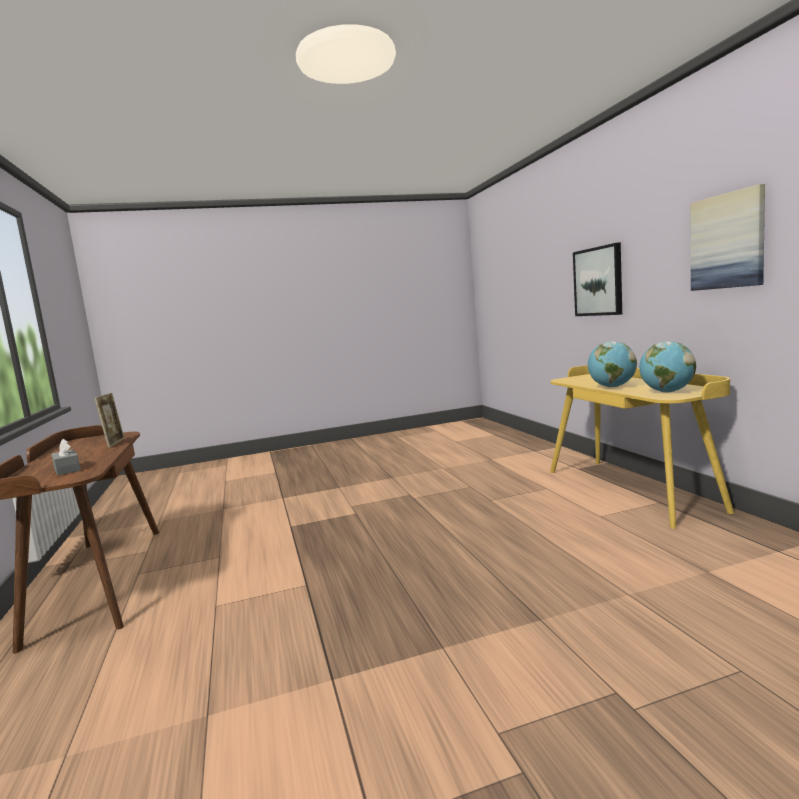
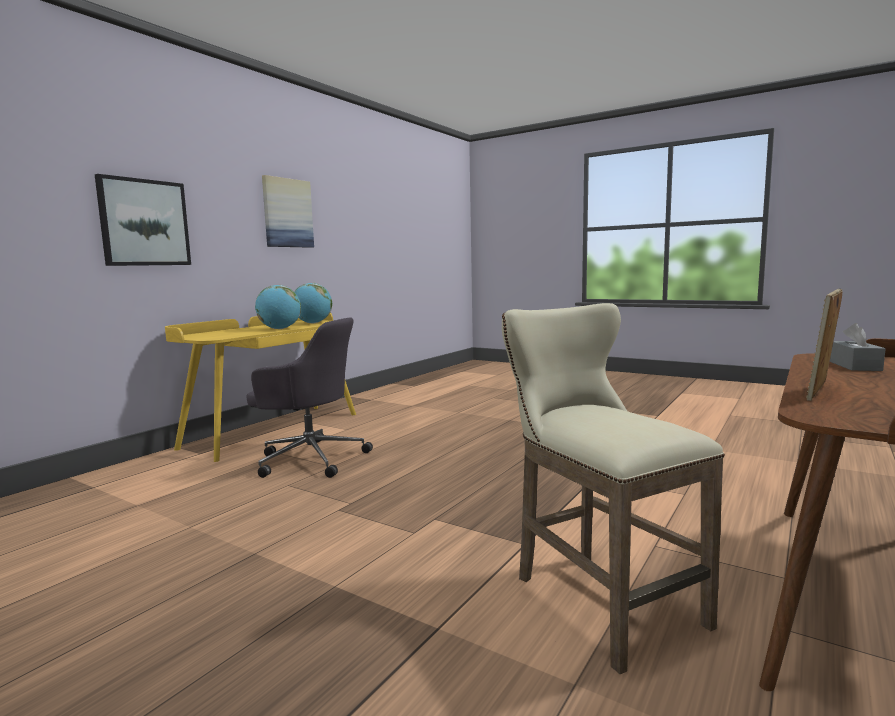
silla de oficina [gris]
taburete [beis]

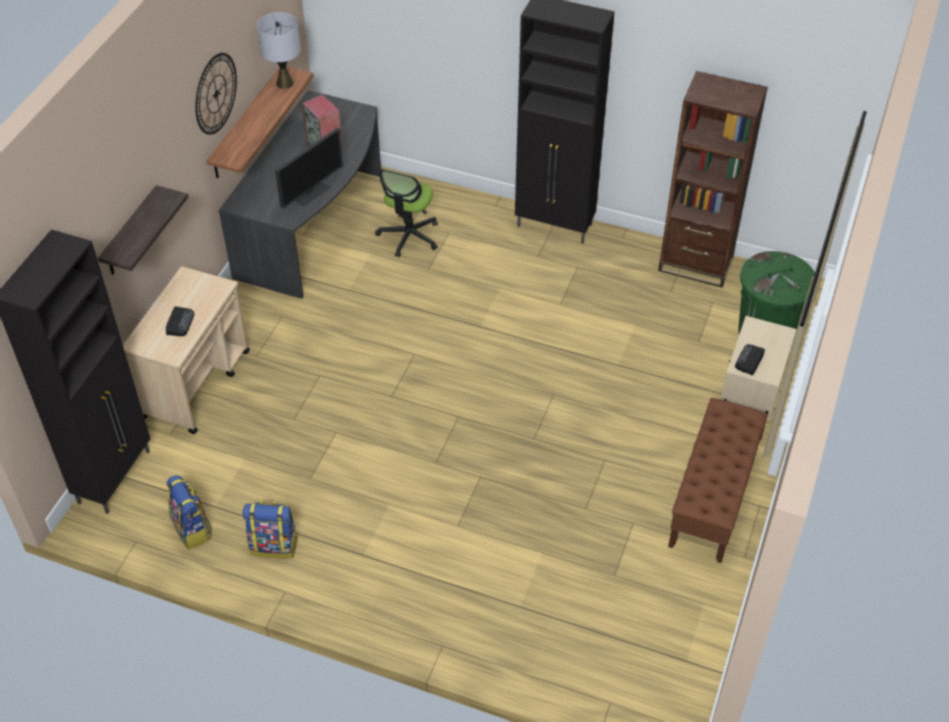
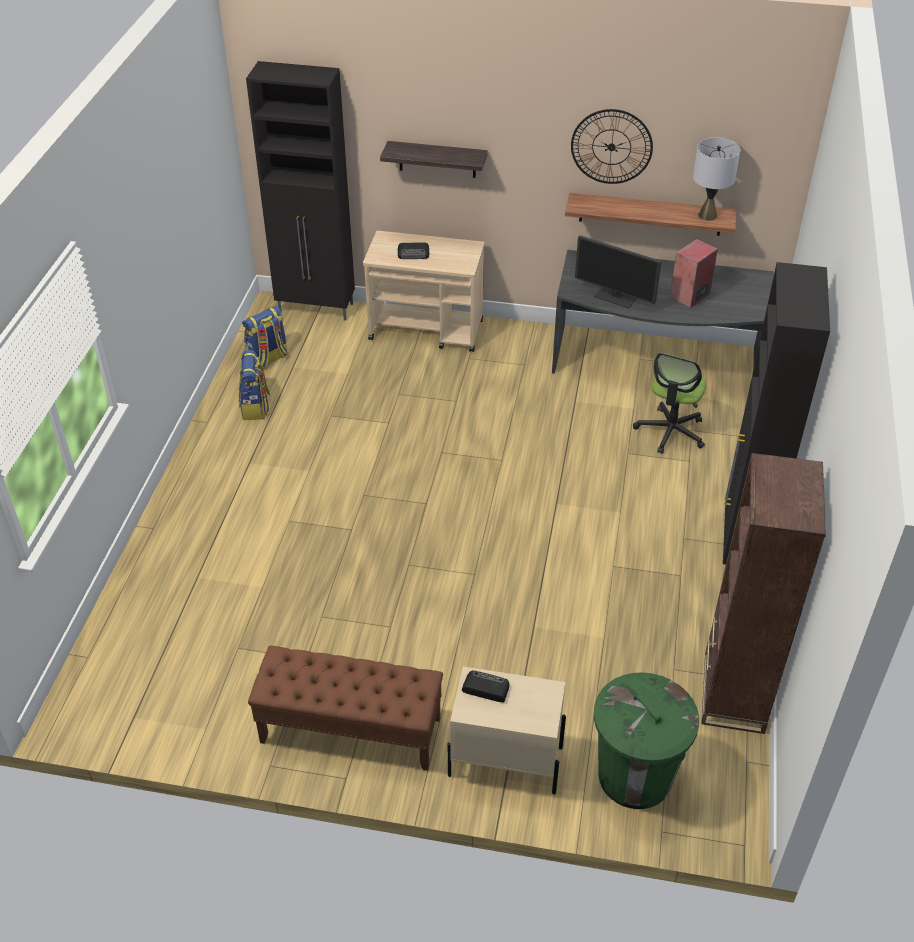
silla de oficina

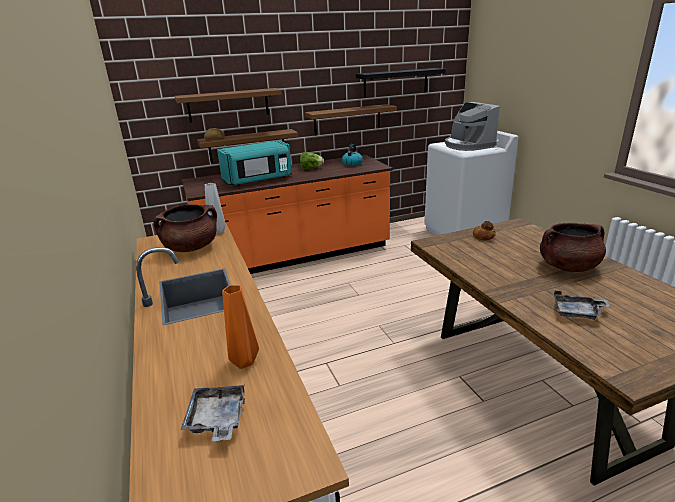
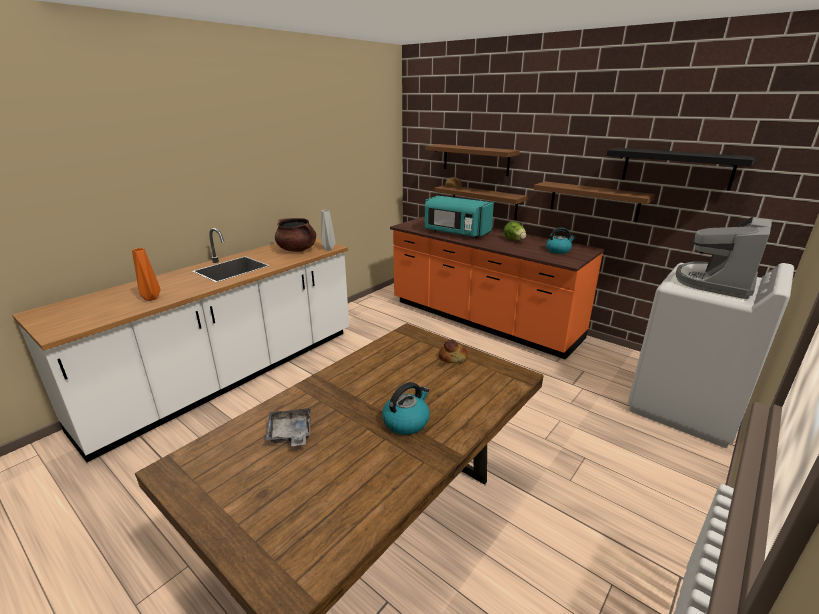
bandeja [gris] (no. 1 from left in the first image)
hervidor (no. 1 from left)

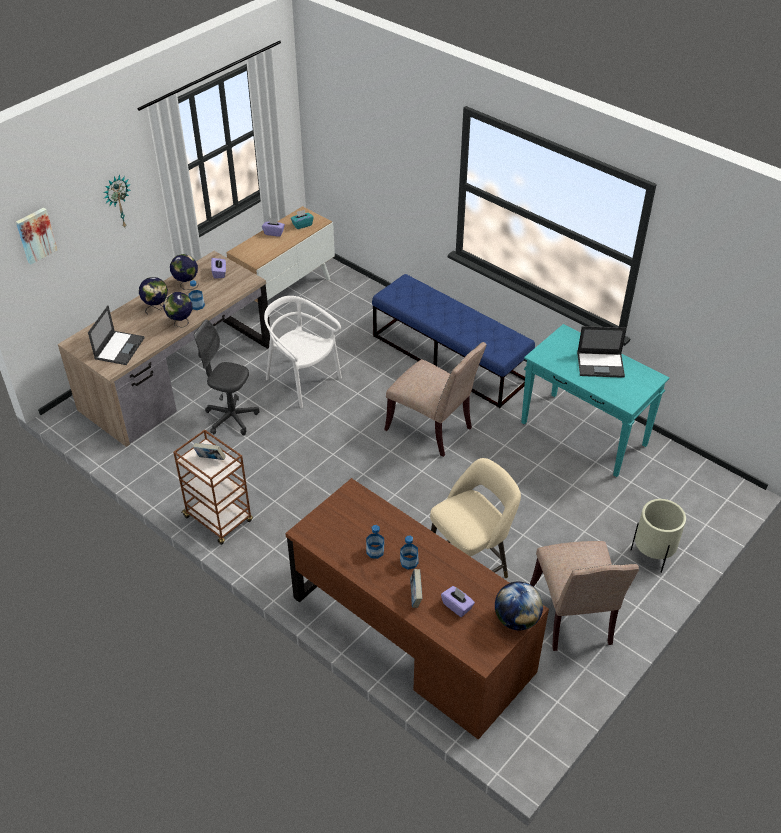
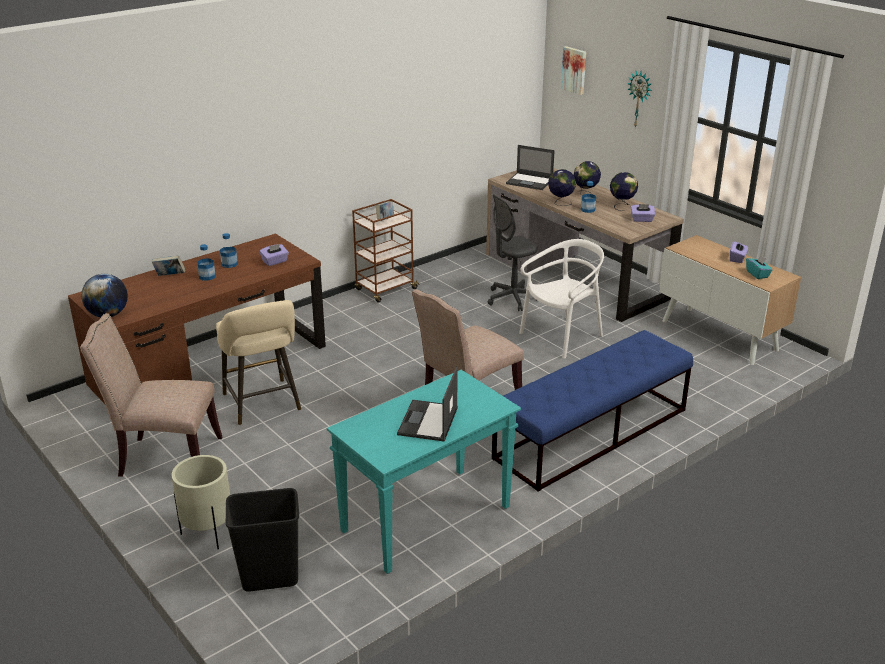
silla de oficina [gris]
caja de pañuelos [morado] (no. 1 from left)
papelera [negro]

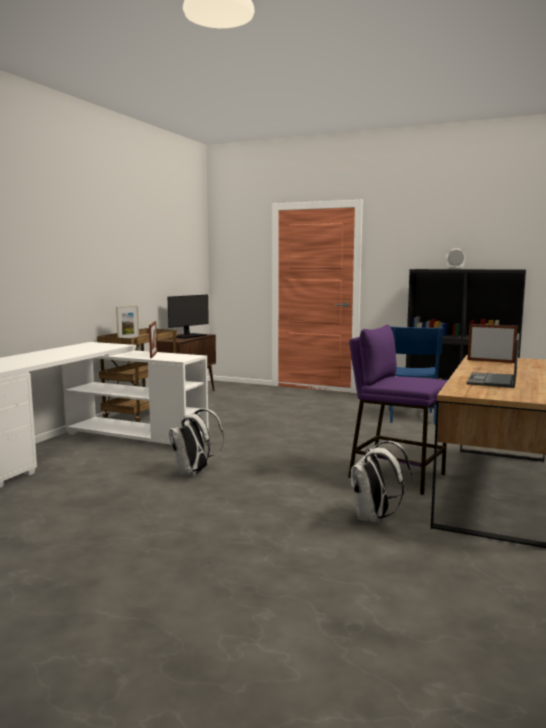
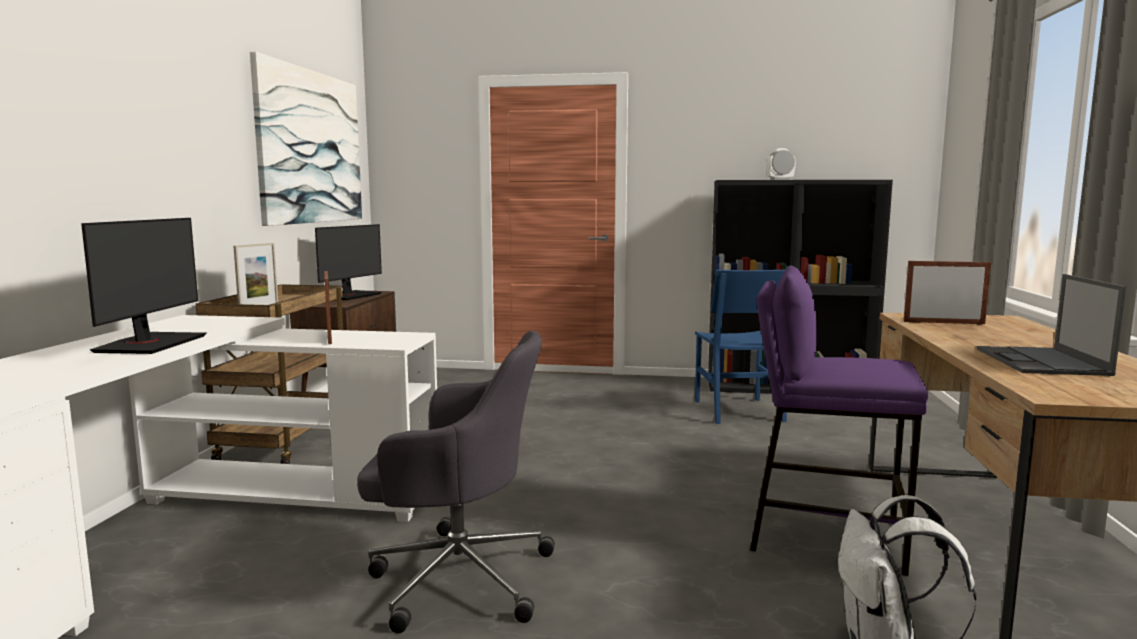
silla de oficina [gris]
monitor (no. 1 from left)
cuadro

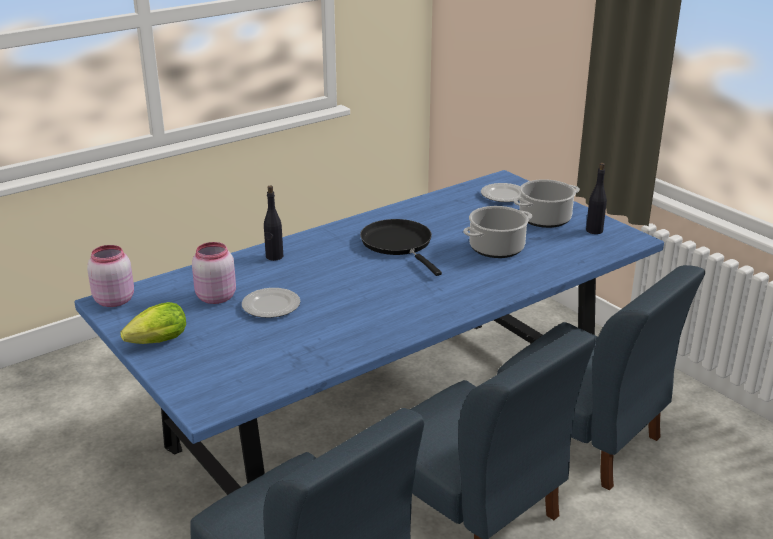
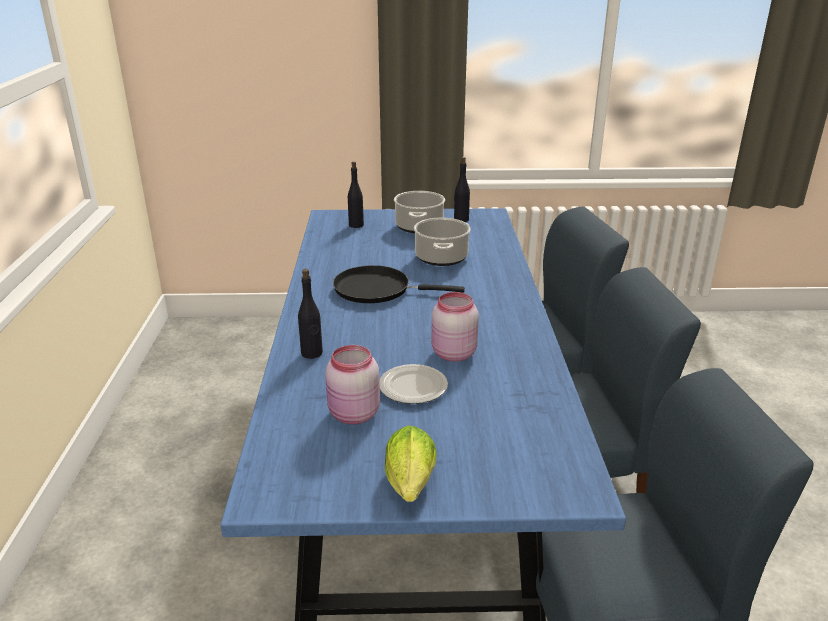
tarro [rosa] (no. 2 from left)
botella [negro] (no. 2 from left)

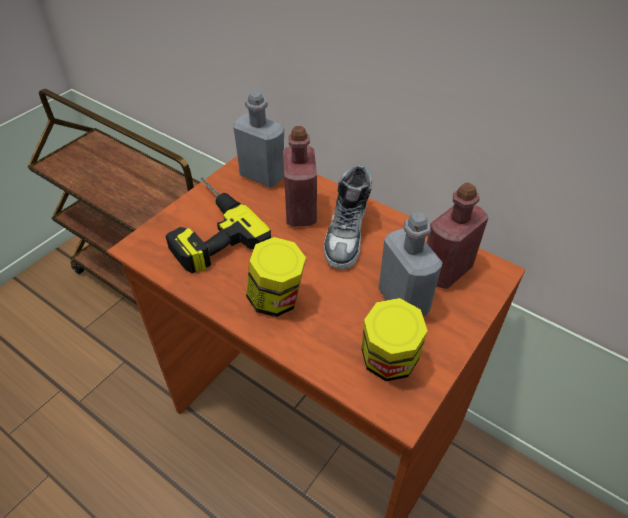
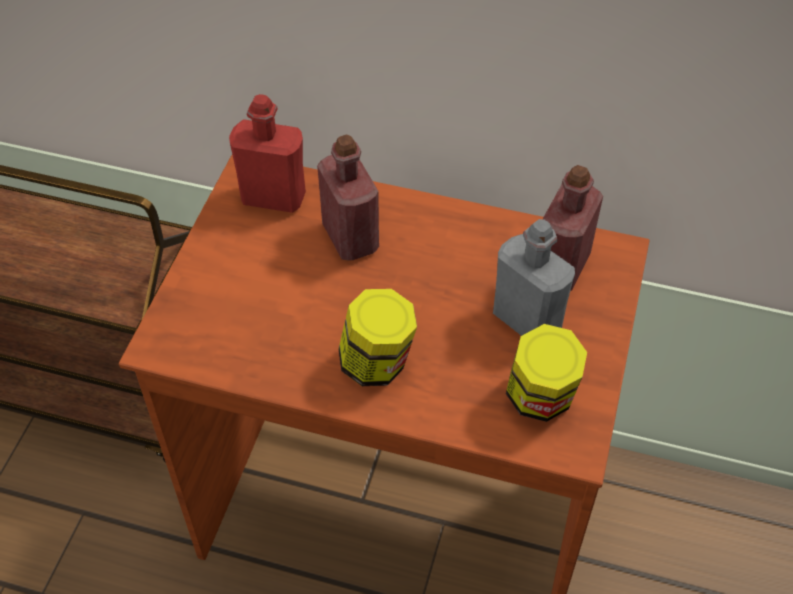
taladro
botella [rojo] (no. 1 from left)
zapato

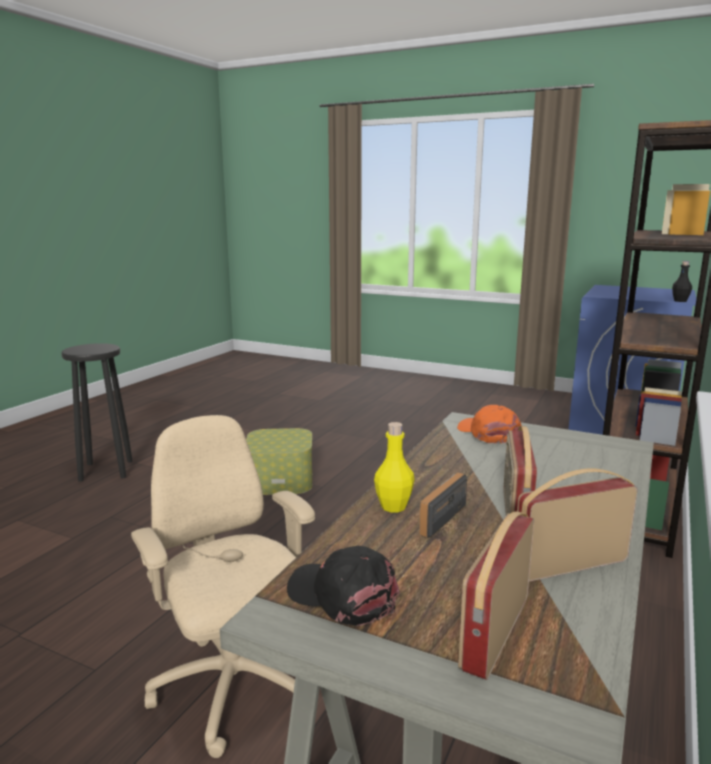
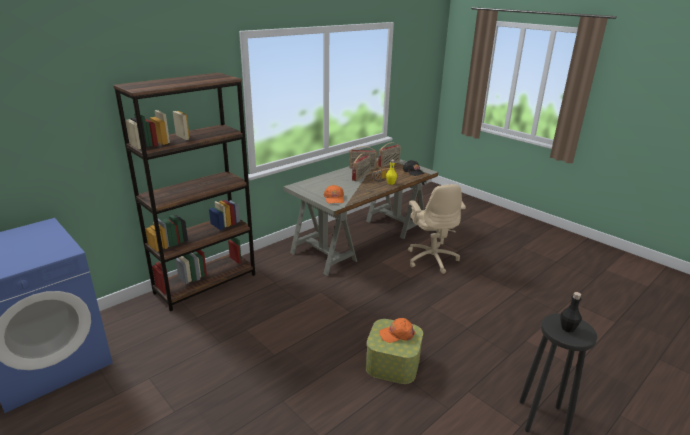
botella [negro]
gorra [naranja] (no. 2 from left)

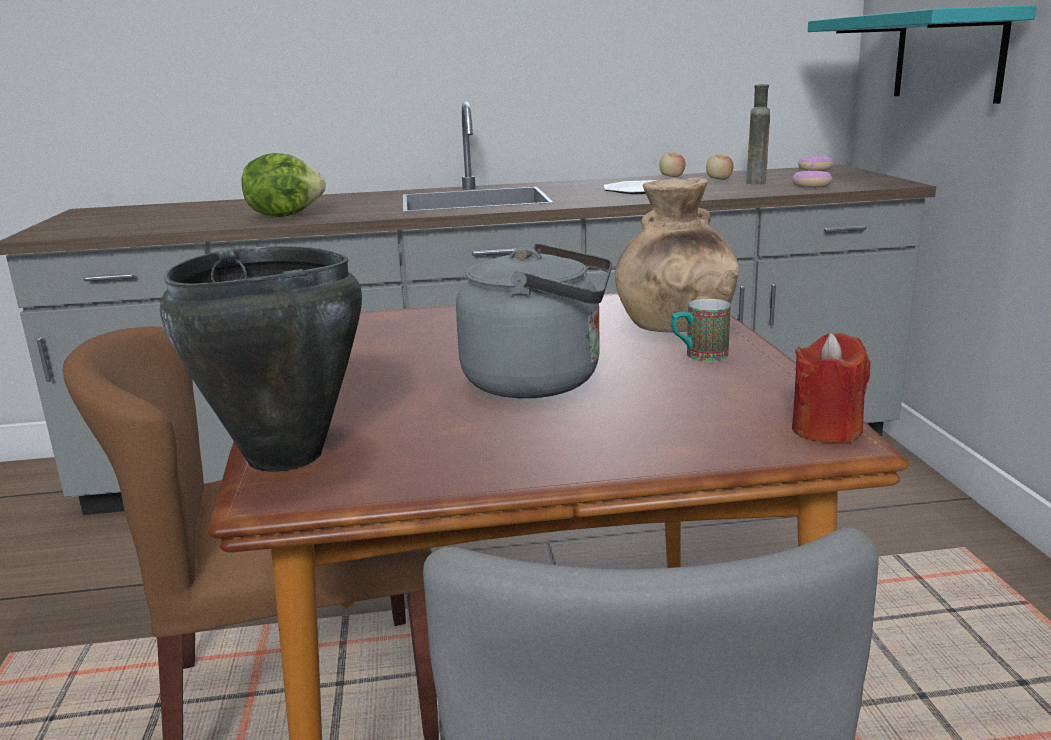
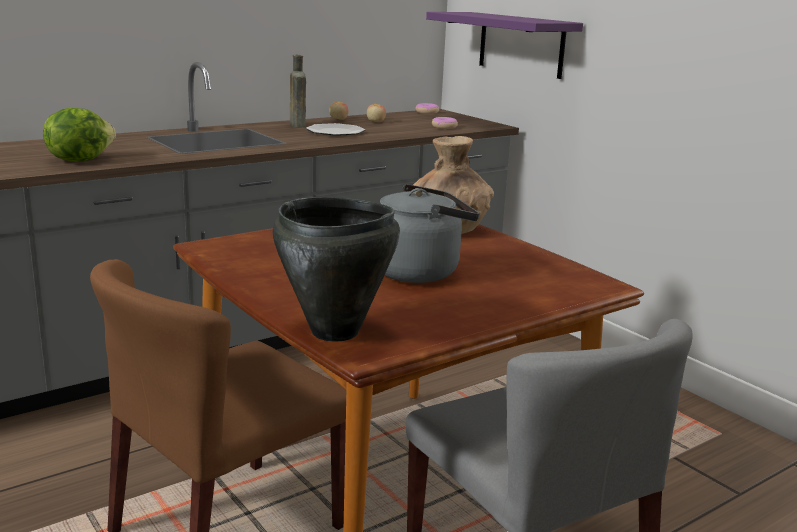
taza grande
botella [marrón]
vela [rojo]
estante [morado]

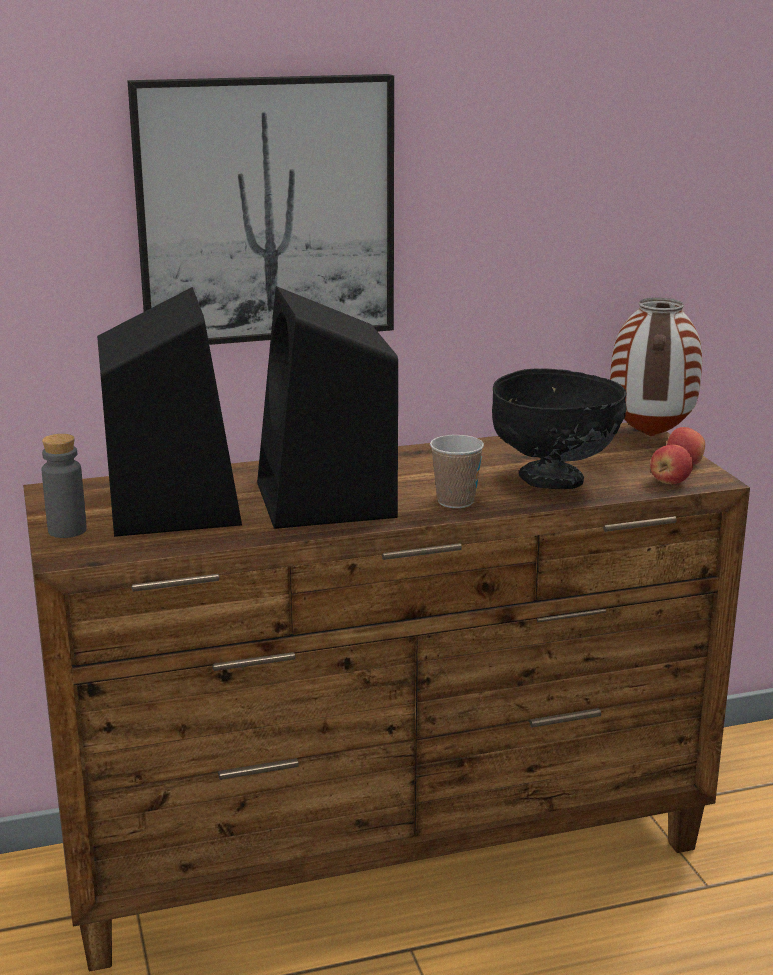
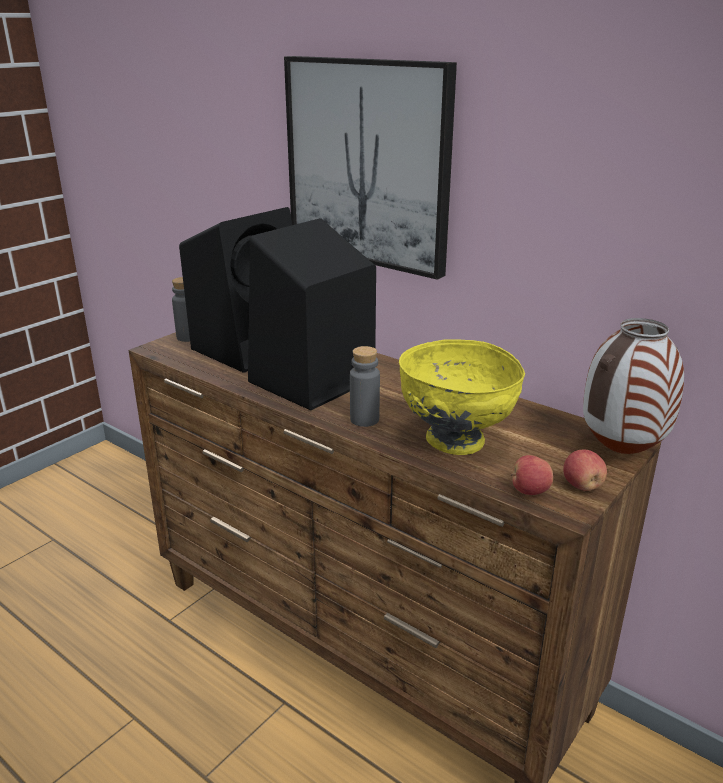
botella [gris] (no. 2 from left)
cuenco [amarillo]

